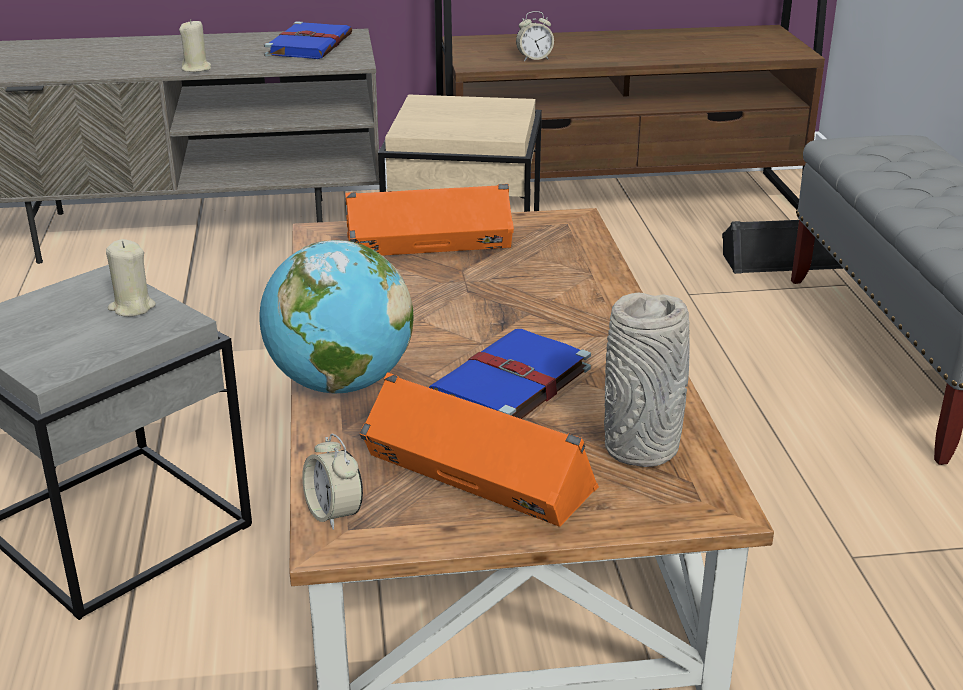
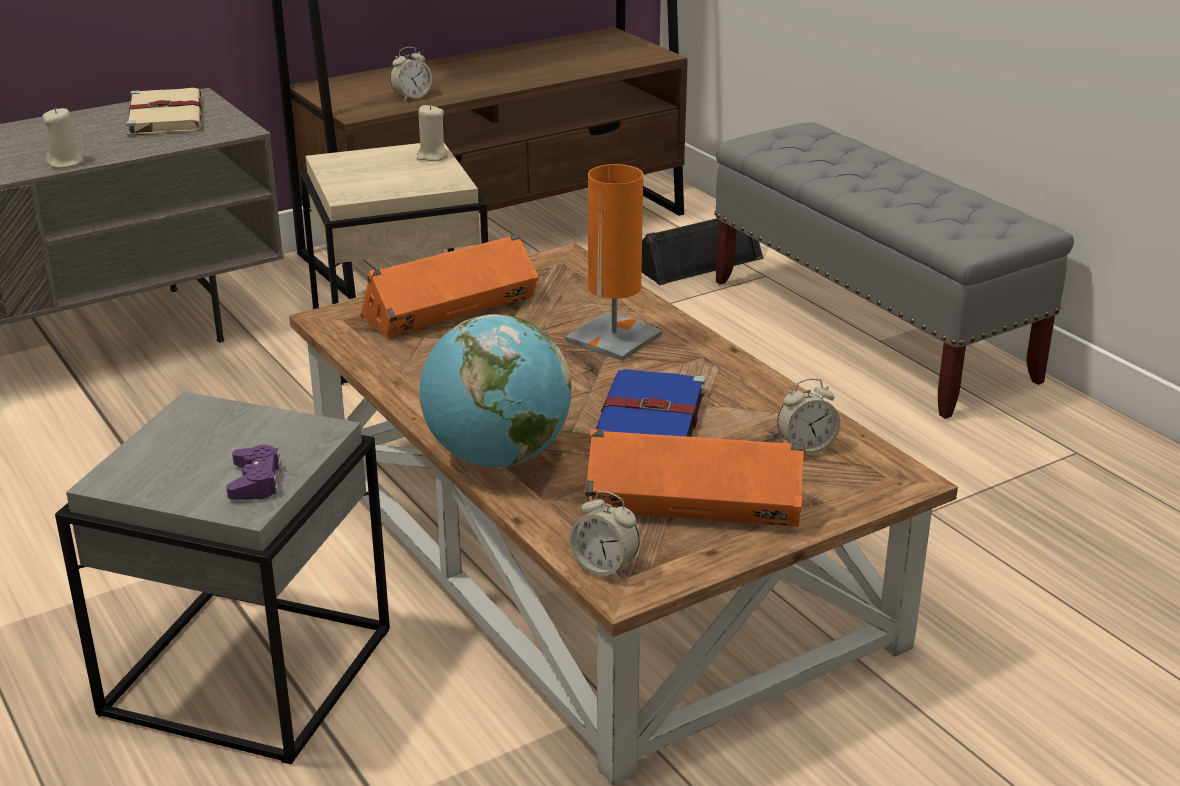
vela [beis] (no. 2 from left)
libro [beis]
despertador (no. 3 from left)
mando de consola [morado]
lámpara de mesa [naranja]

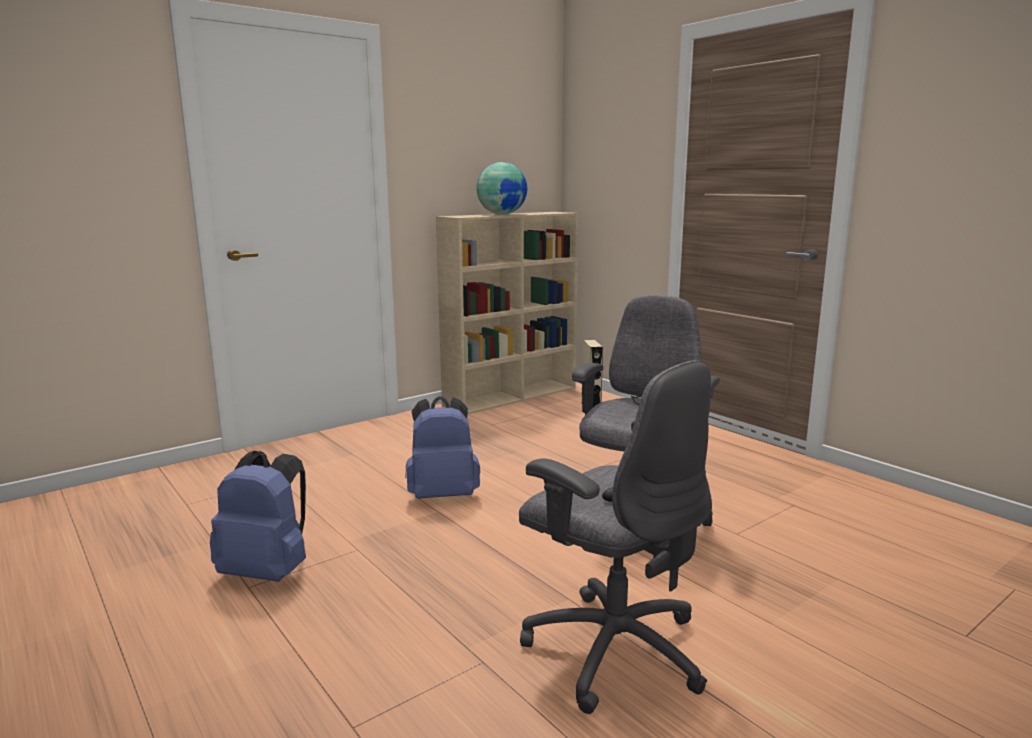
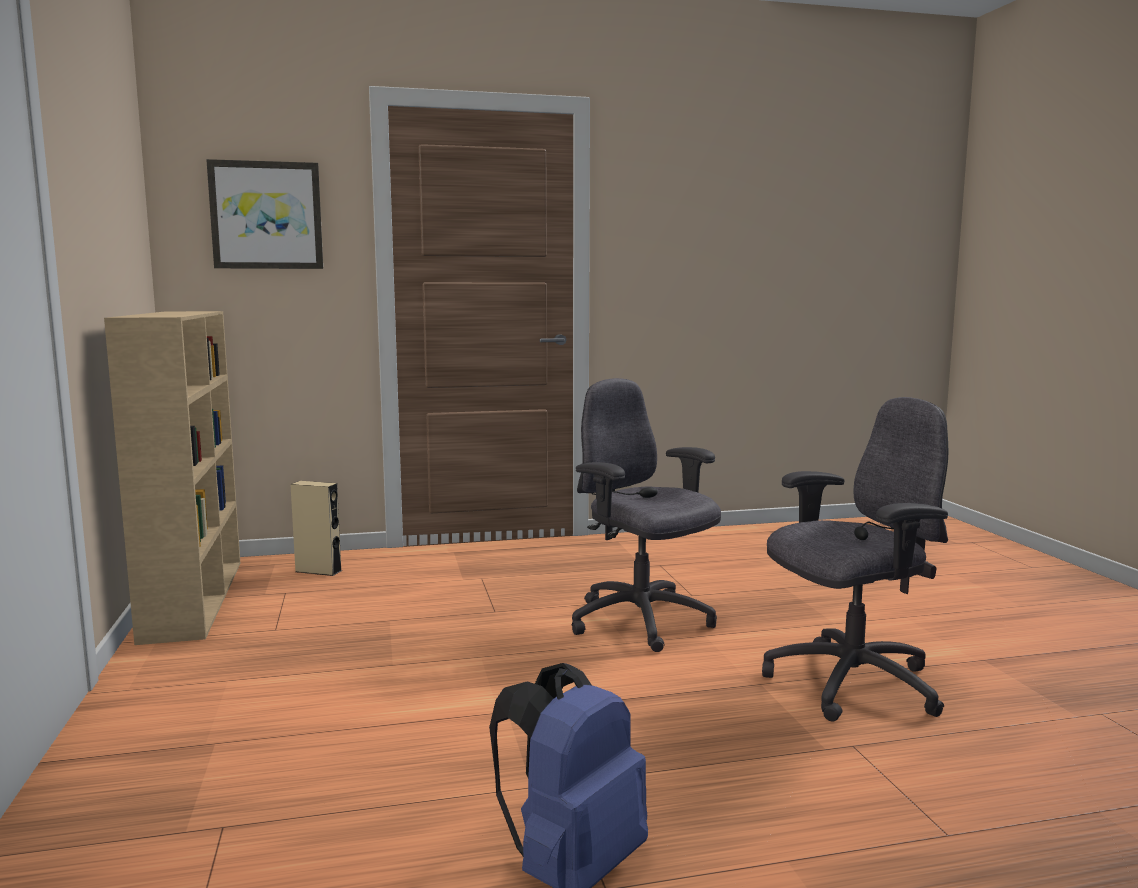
mochila [azul] (no. 2 from left in the first image)
globo terráqueo
cuadro

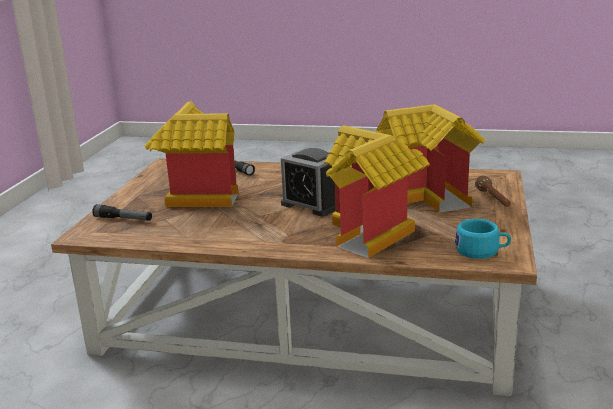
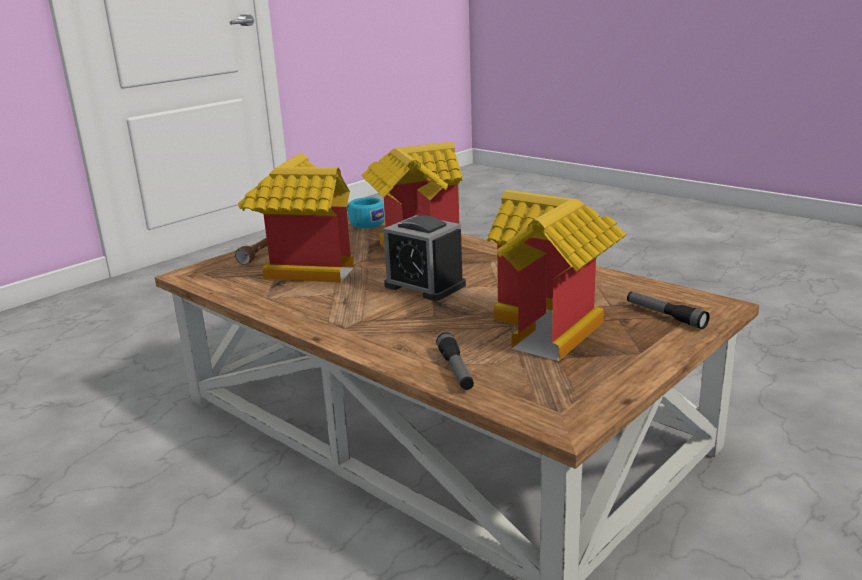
despertador

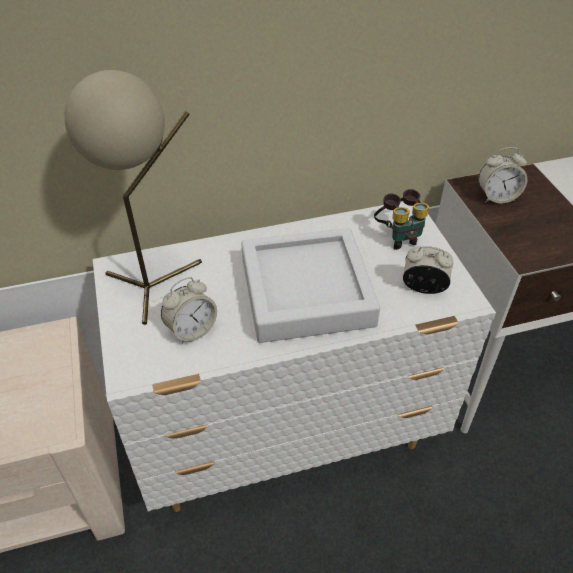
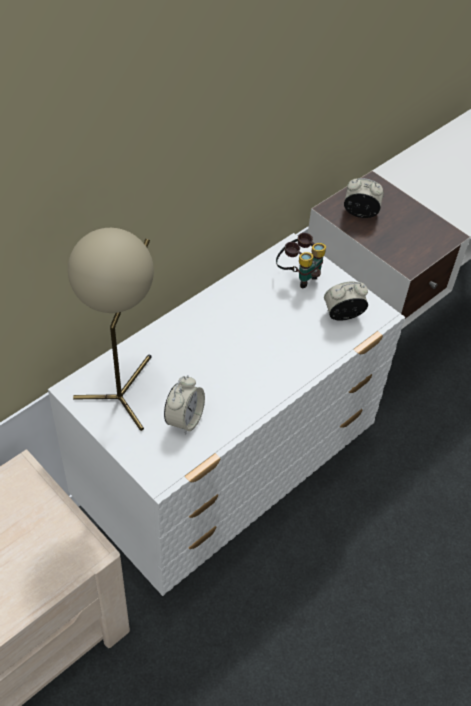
bandeja [gris]
despertador (no. 3 from left)

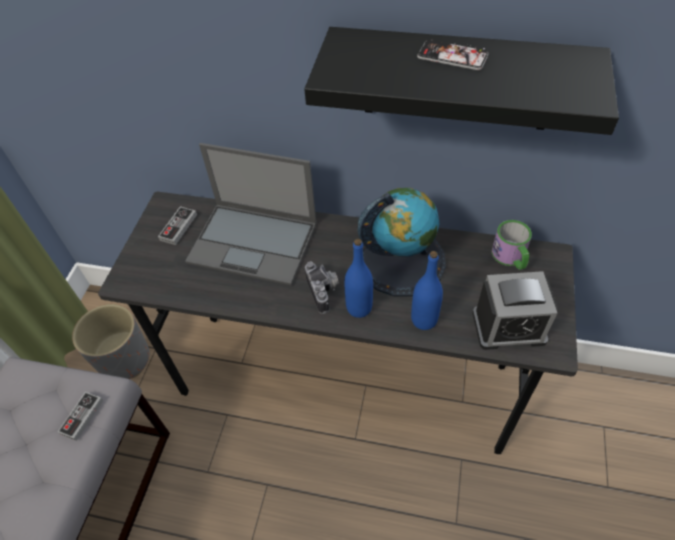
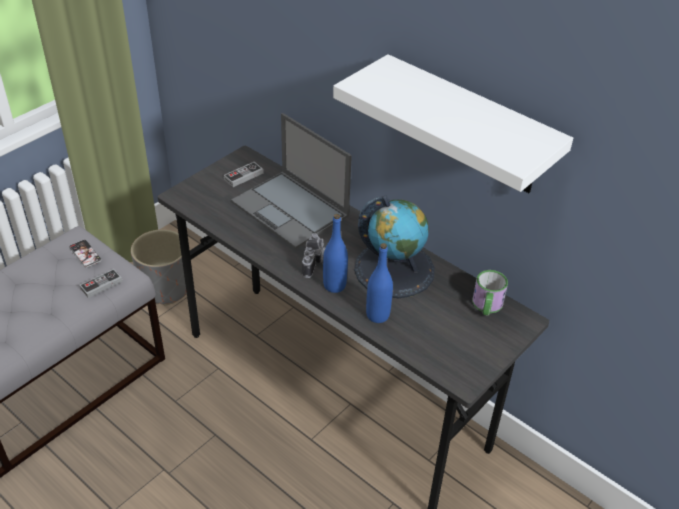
estante [blanco]
móvil
despertador

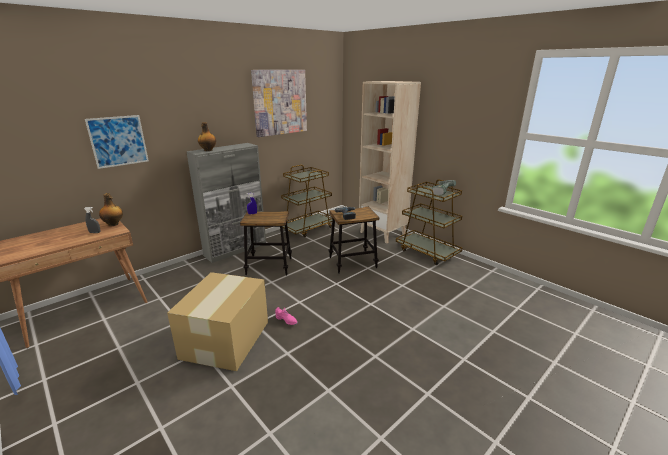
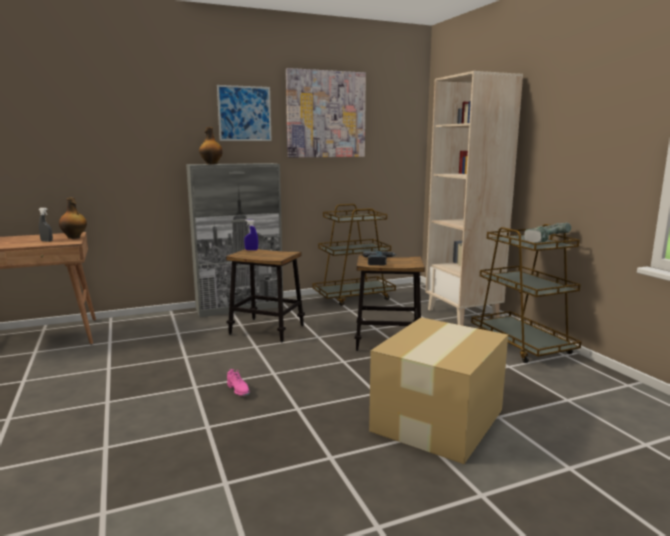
cuadro (no. 1 from left)
caja de cartón

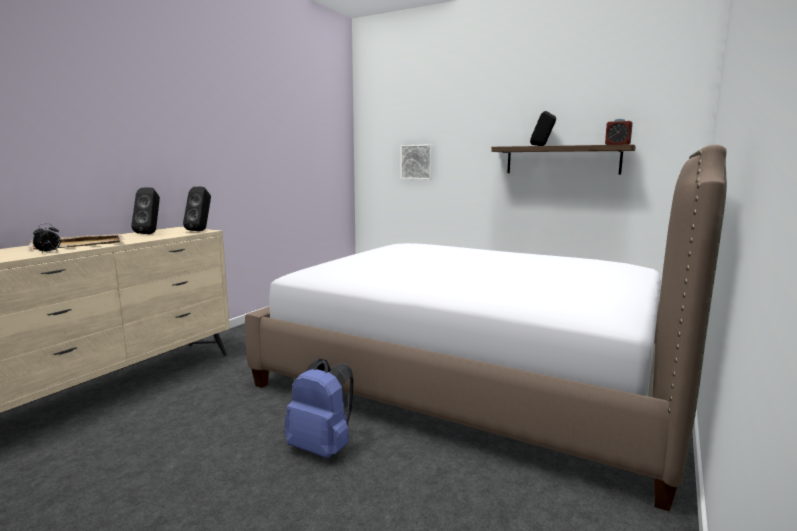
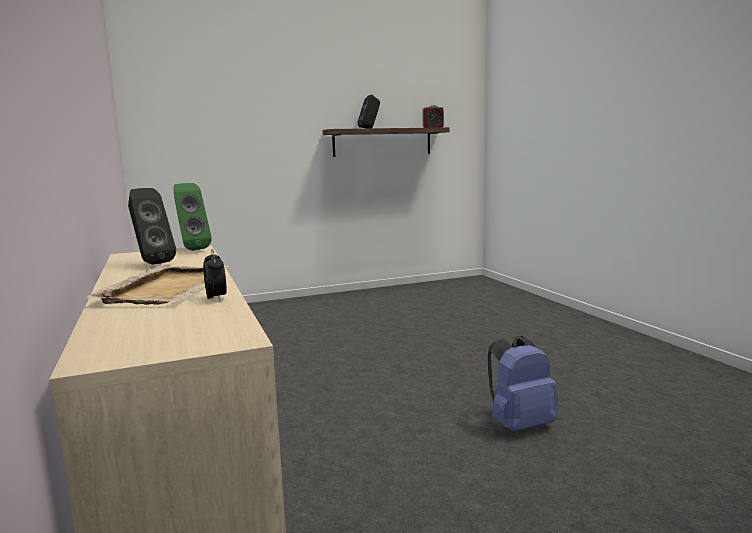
altavoz [verde]
cama
cuadro

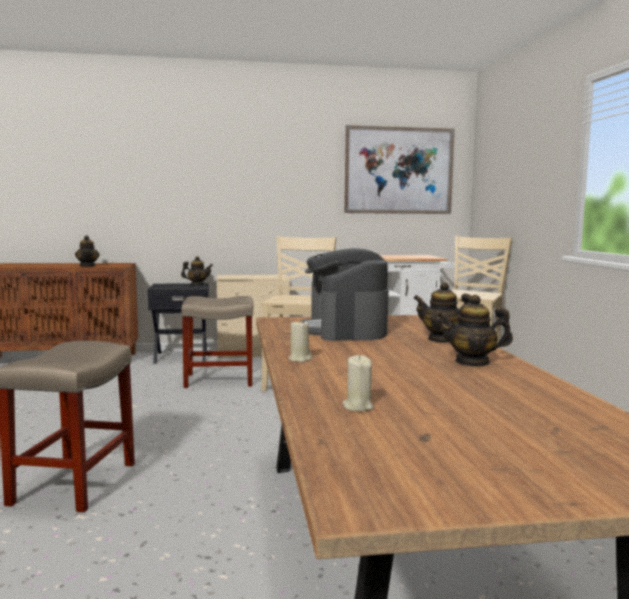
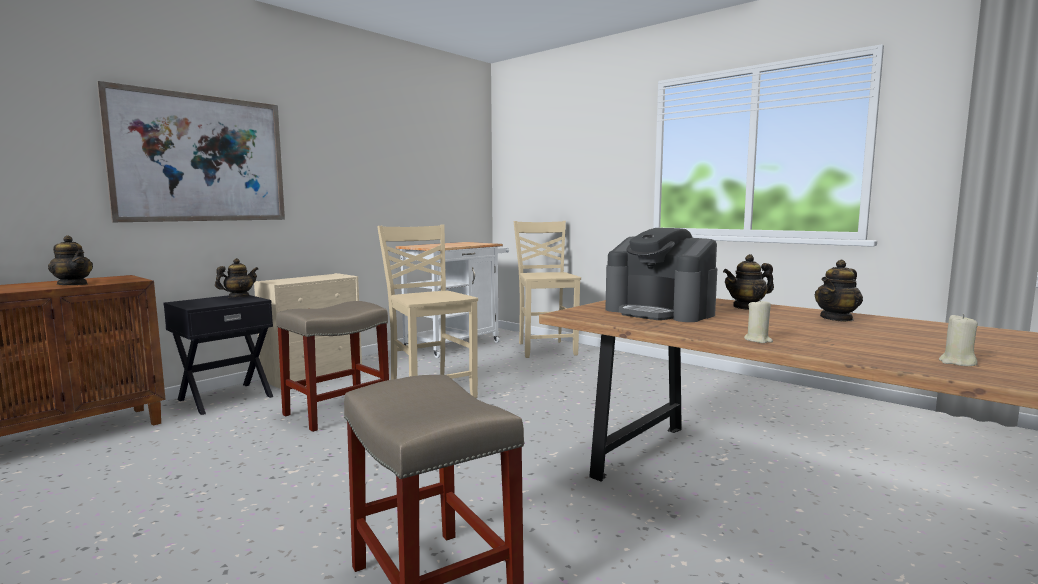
cuadro

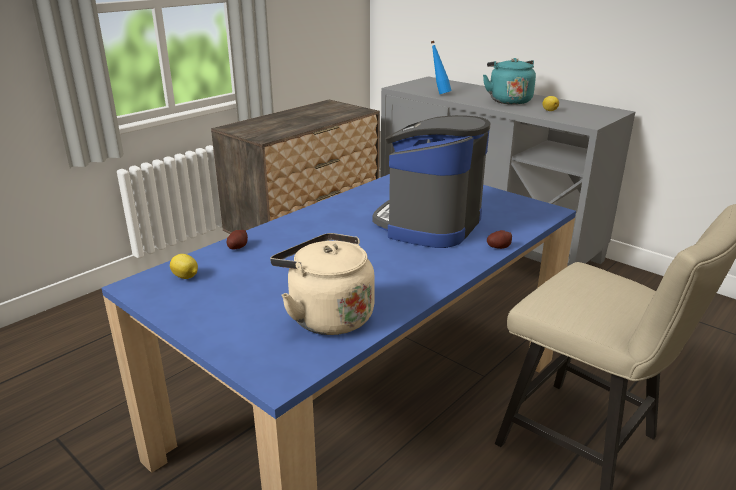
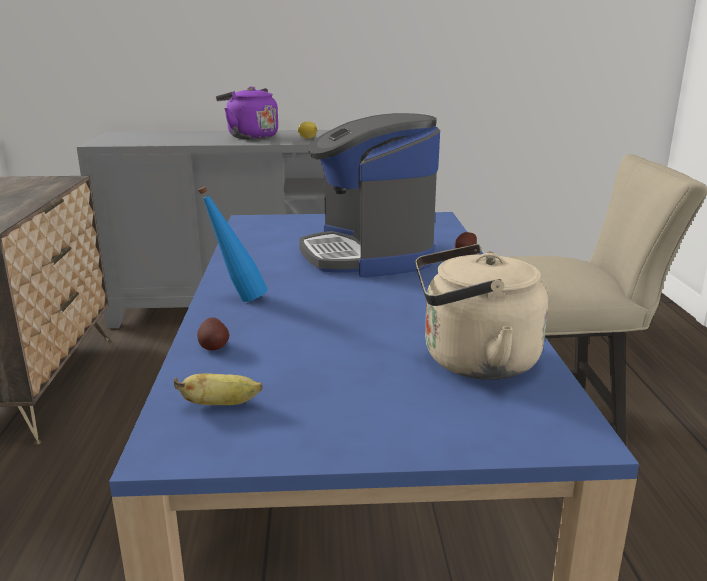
plátano
botella [azul]
hervidor [morado]

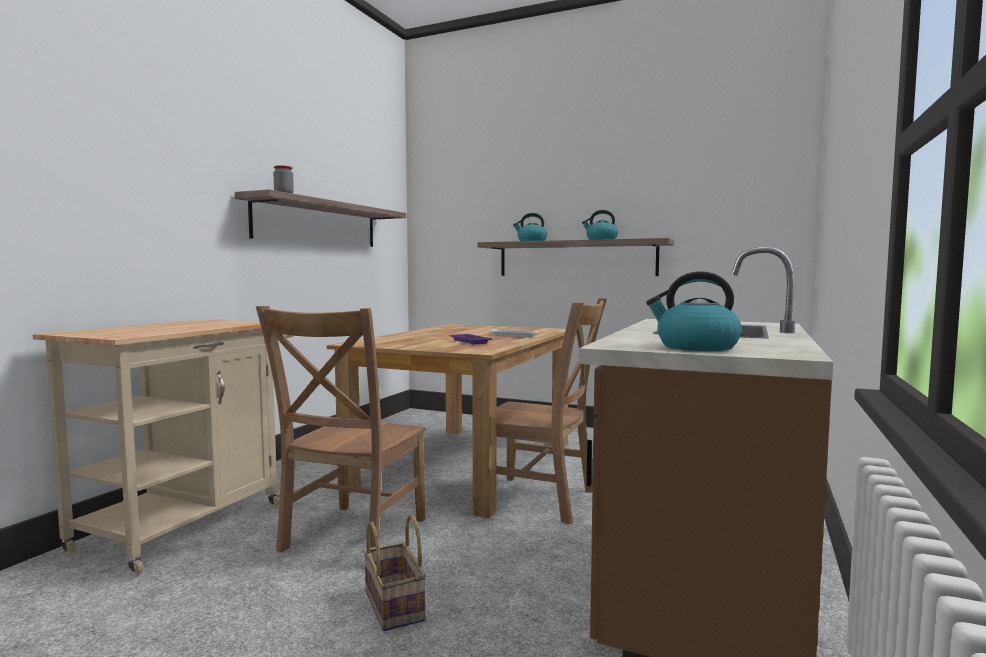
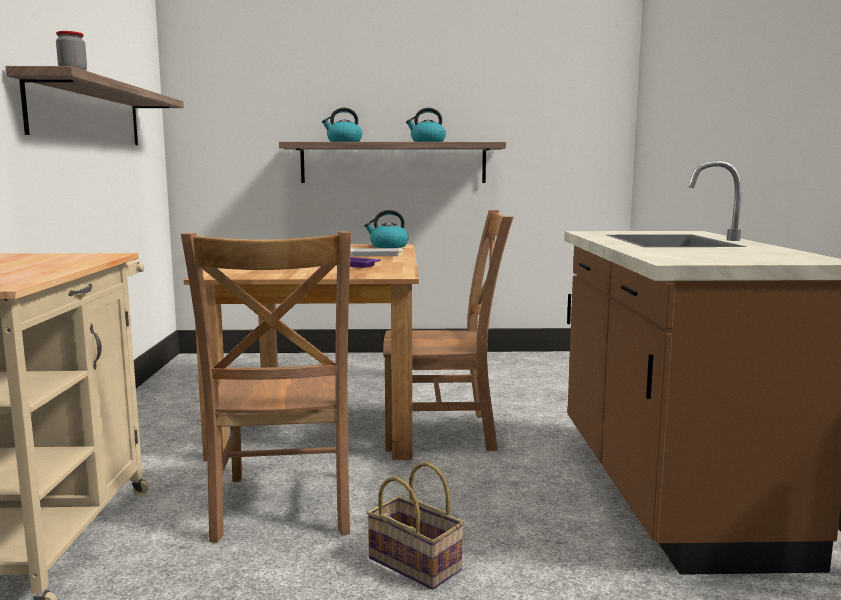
hervidor (no. 2 from left)

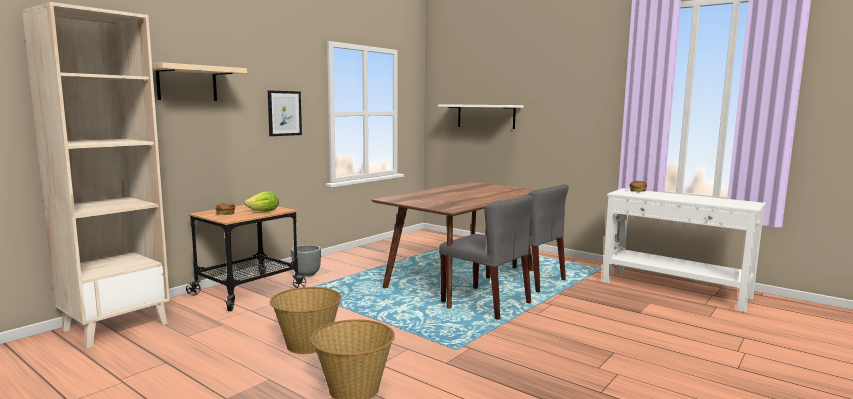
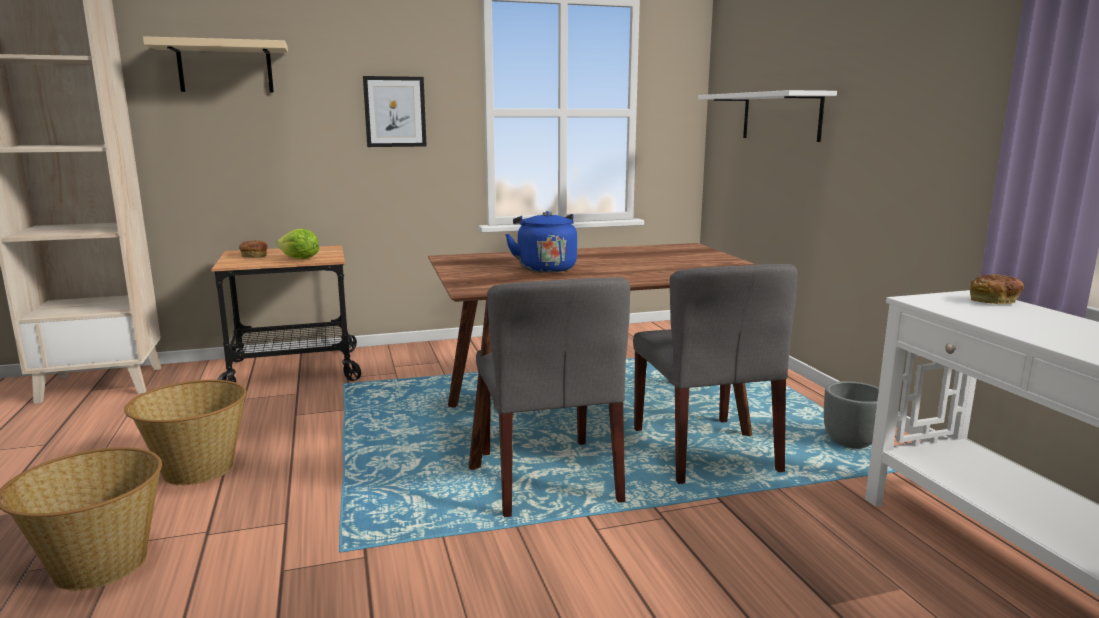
maceta [gris]
hervidor [azul]

